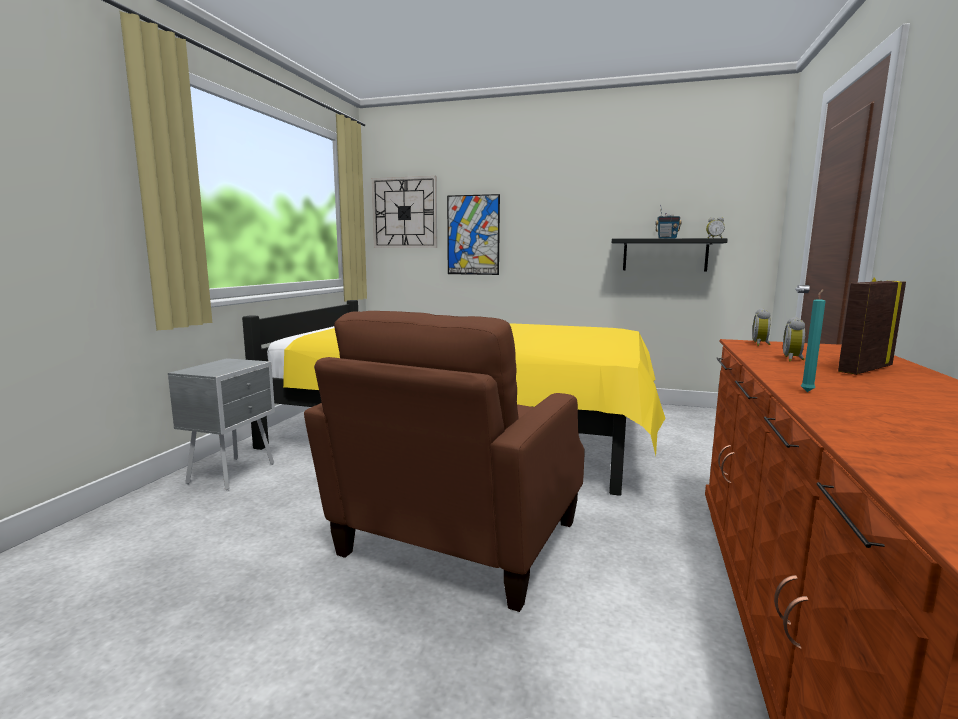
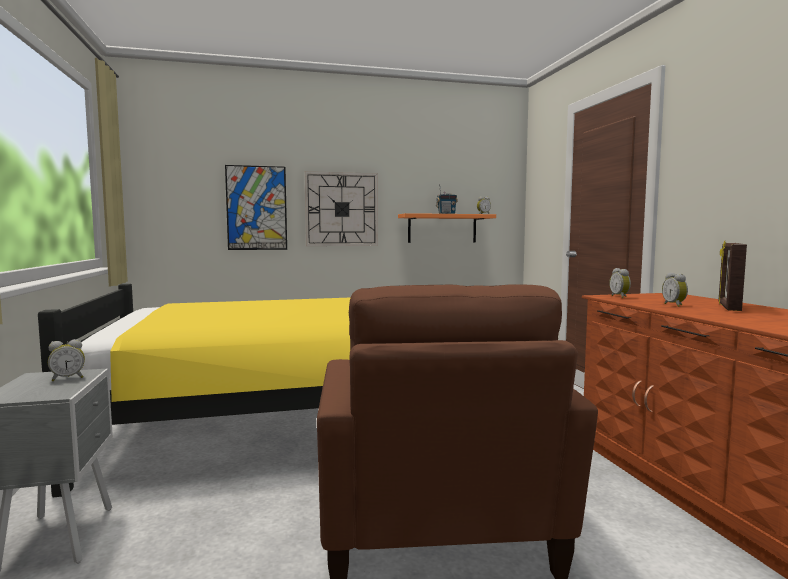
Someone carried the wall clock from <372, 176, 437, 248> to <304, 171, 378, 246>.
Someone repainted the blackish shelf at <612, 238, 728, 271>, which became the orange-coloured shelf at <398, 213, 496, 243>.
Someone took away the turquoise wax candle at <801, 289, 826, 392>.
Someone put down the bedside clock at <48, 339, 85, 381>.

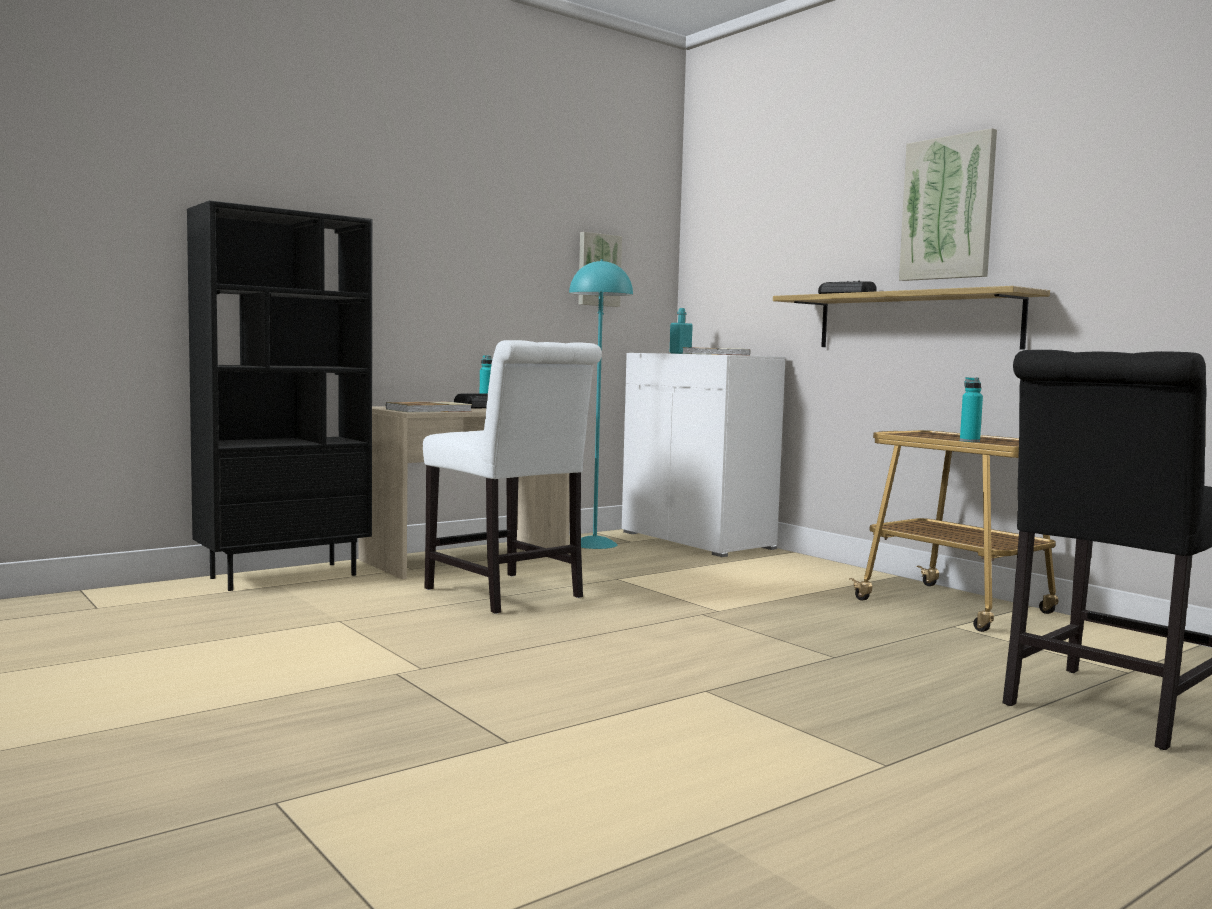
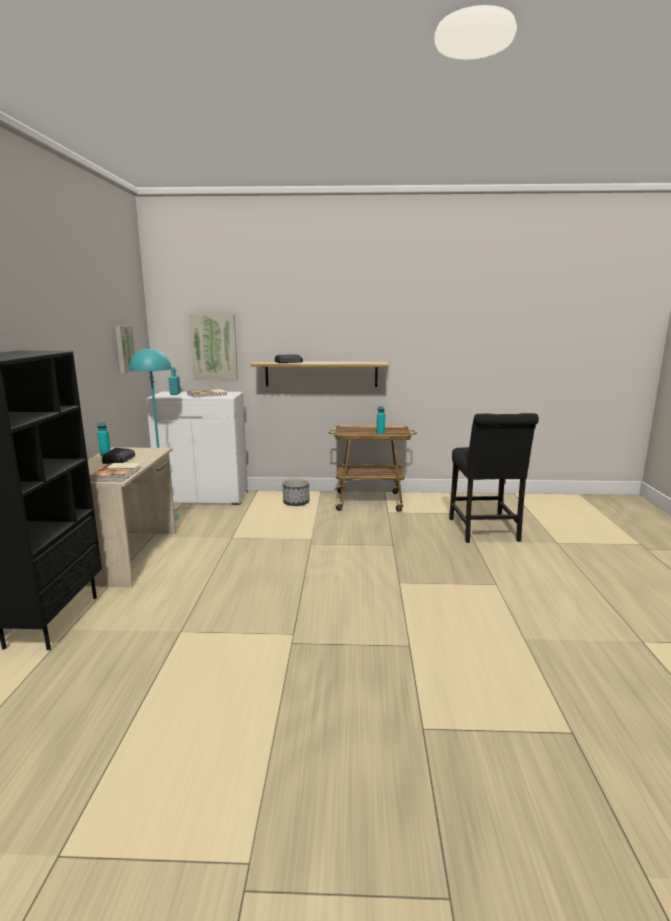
Someone carried the wall art from <899, 128, 997, 281> to <189, 314, 238, 380>.
Someone took away the white plain chair at <423, 340, 602, 614>.
Someone put down the plant pot at <283, 479, 309, 506>.

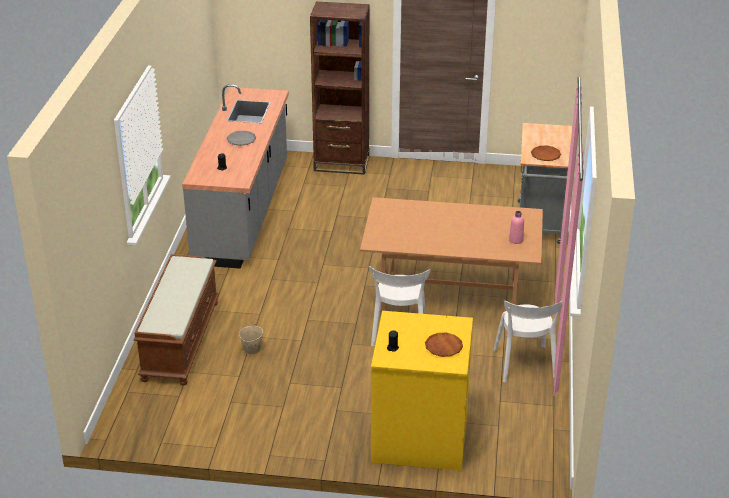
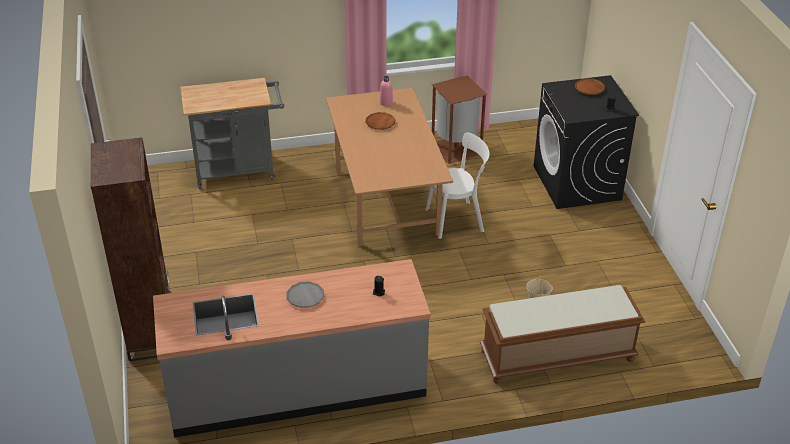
Someone carried the brown-coloured flat dish from <531, 145, 561, 161> to <365, 112, 395, 130>.
Someone swapped the white plain chair at <493, 301, 562, 382> for the brown-coloured waste bin at <431, 75, 488, 164>.
Someone repainted the yellowish washing machine at <371, 311, 473, 471>, which became the blackish washing machine at <534, 75, 639, 209>.

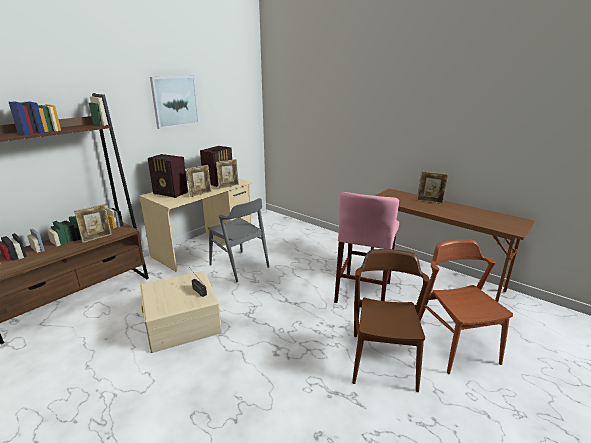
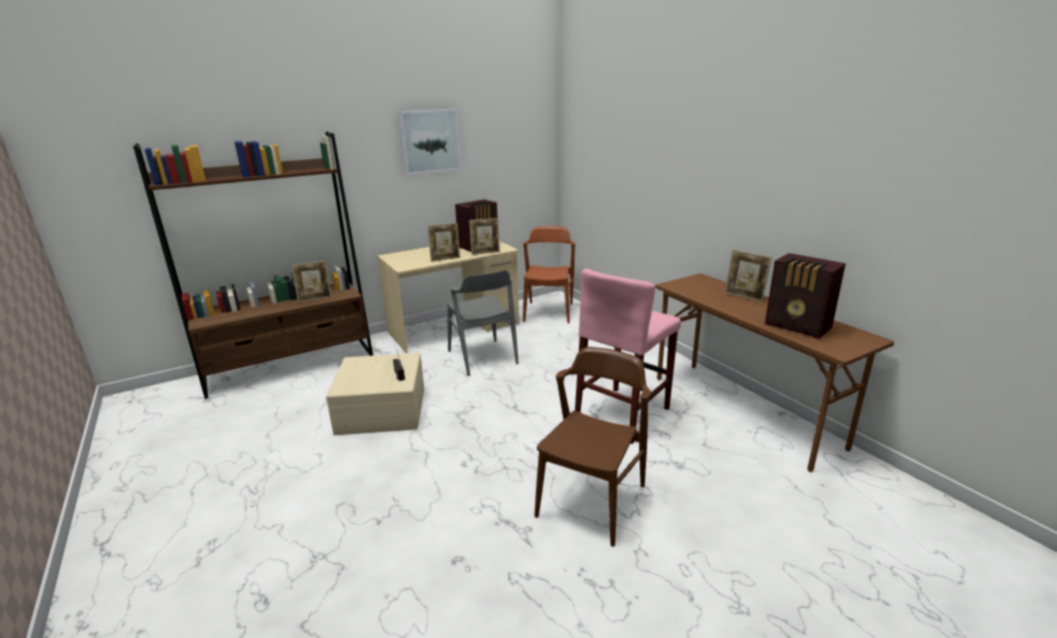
Someone carried the radio from <148, 154, 188, 198> to <765, 253, 846, 339>.
Someone carried the brown-coloured plain chair from <419, 239, 513, 374> to <523, 226, 575, 323>.

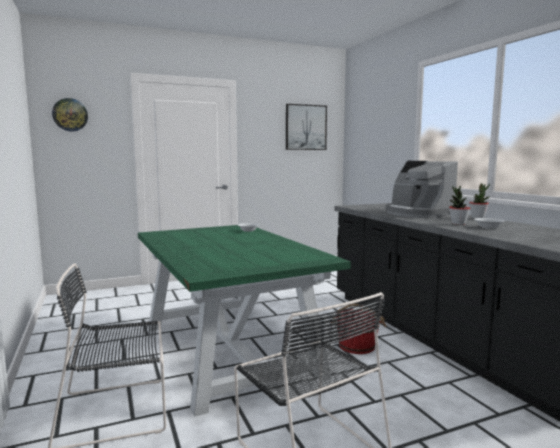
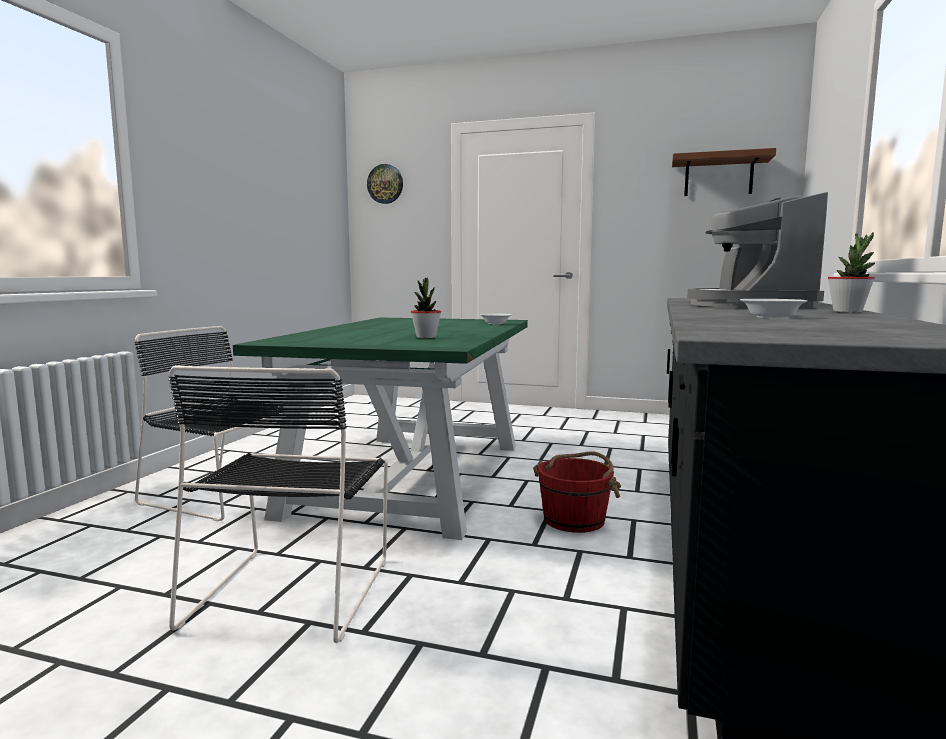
Someone swapped the wall art at <286, 104, 327, 150> for the brown-coloured shelf at <672, 148, 776, 196>.
Someone carried the potted plant from <449, 186, 470, 225> to <411, 278, 441, 338>.

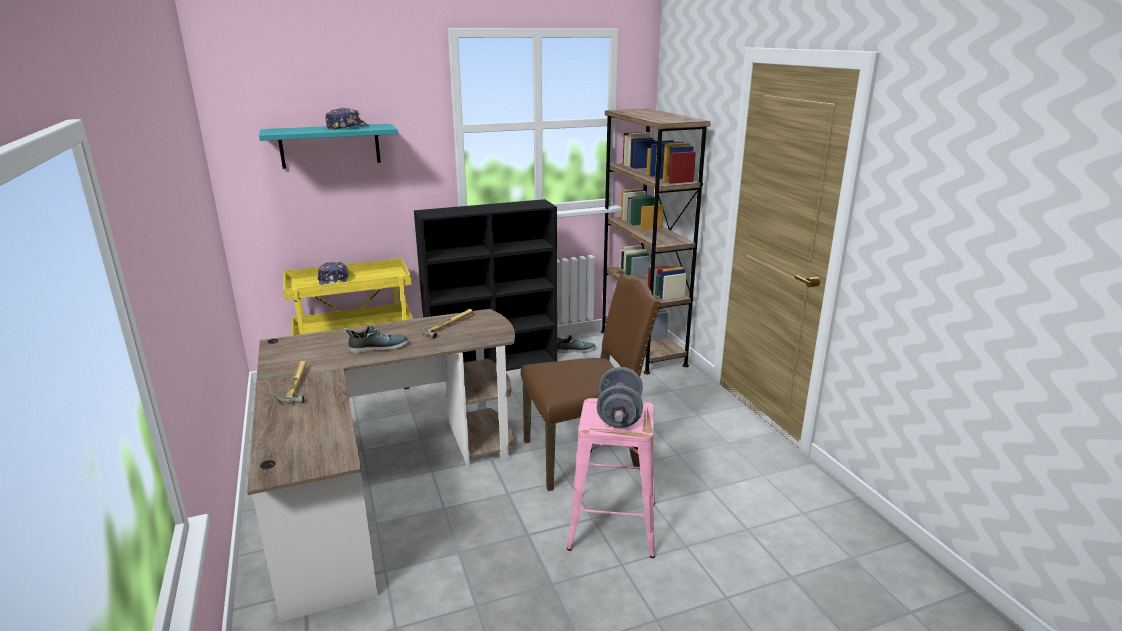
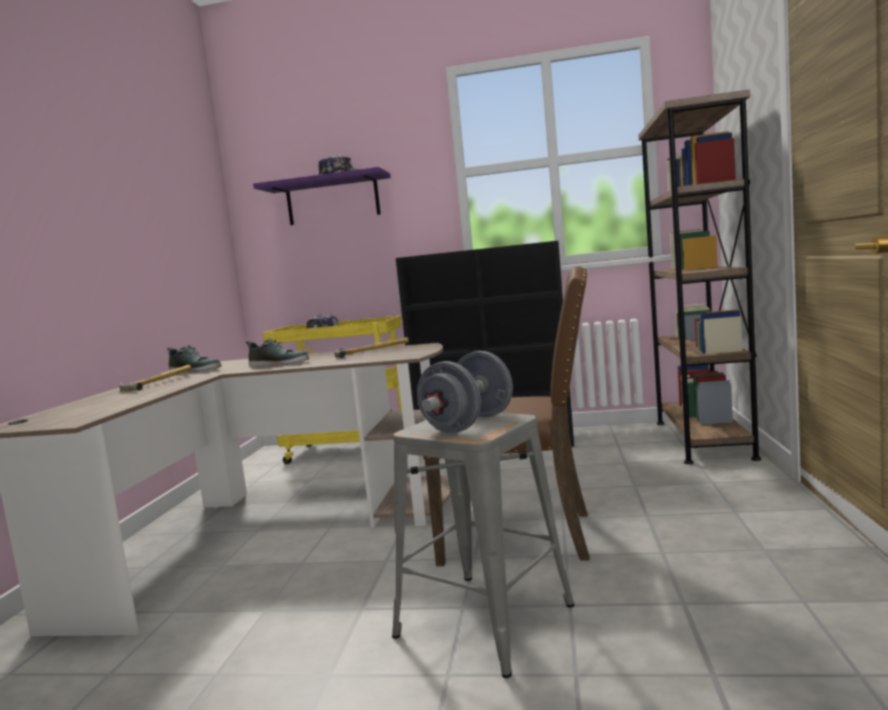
Someone repainted the turquoise shelf at <259, 124, 398, 169>, which became the purple shelf at <253, 167, 391, 225>.
Someone carried the low shoe from <557, 335, 596, 353> to <167, 345, 221, 372>.
Someone repainted the pink-coloured sitting stool at <567, 398, 655, 558>, which became the greyish sitting stool at <392, 413, 574, 678>.

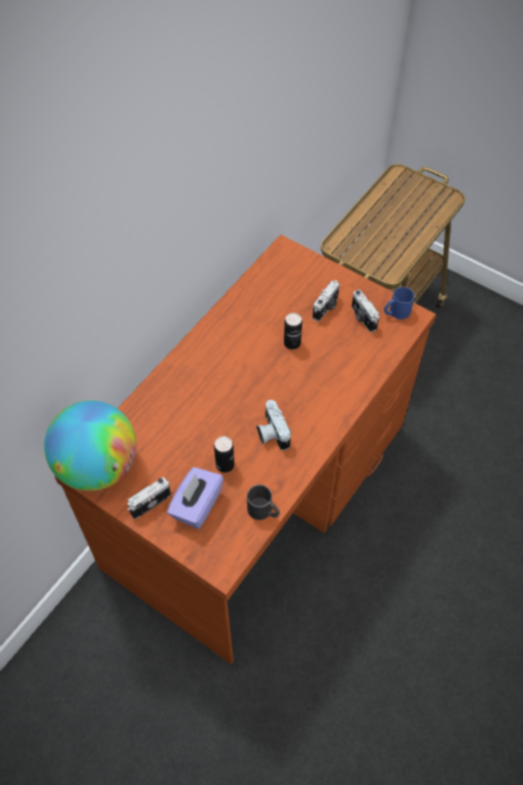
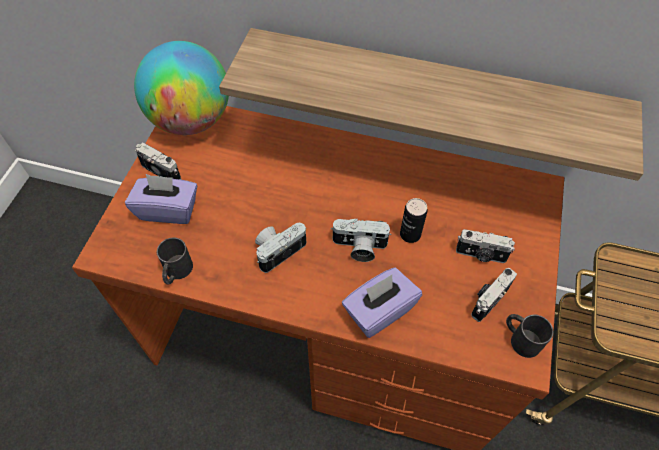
Someone repainted the bluish mug at <384, 287, 415, 319>, which became the blackish mug at <506, 314, 553, 358>.
Someone took away the can at <214, 436, 234, 473>.
Someone put up the shelf at <219, 28, 643, 181>.
Someone put down the photo camera at <332, 219, 391, 262>.
Someone put down the purple box of tissues at <342, 267, 422, 338>.

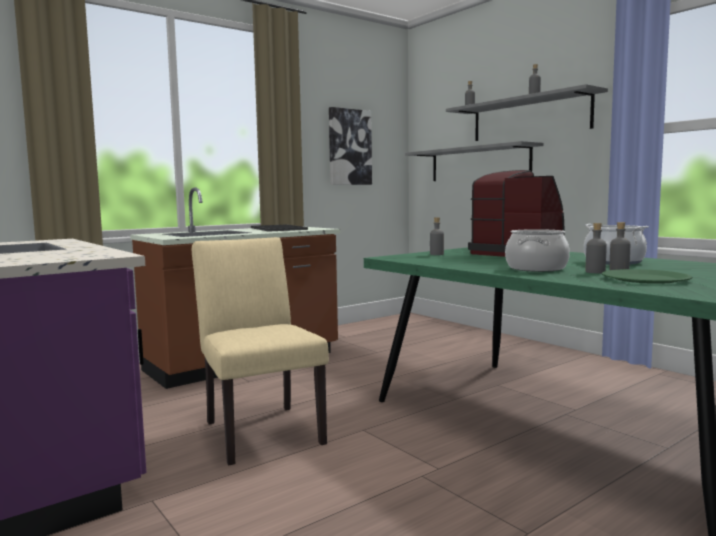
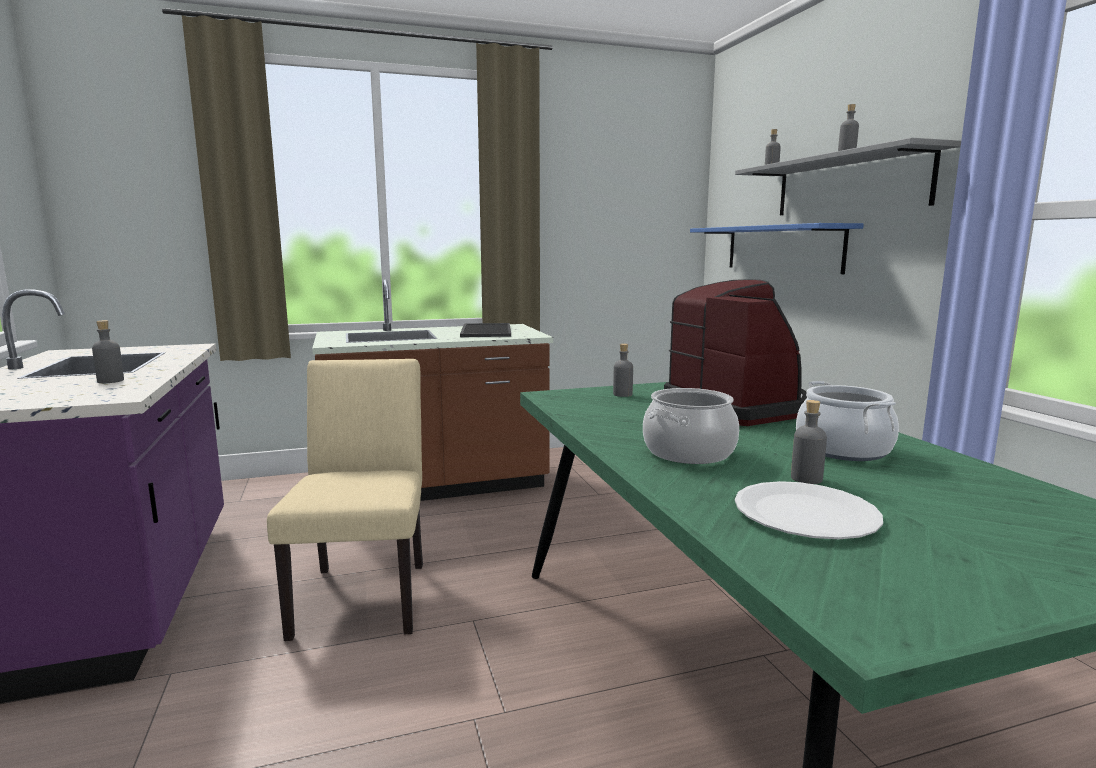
Someone took away the wall art at <329, 107, 372, 185>.
Someone repainted the greyish shelf at <405, 141, 543, 181>, which became the bluish shelf at <690, 223, 864, 274>.
Someone carried the greyish bottle from <586, 223, 607, 274> to <92, 320, 124, 383>.
Someone repainted the green-coloured flat dish at <602, 269, 692, 284>, which became the white flat dish at <735, 481, 883, 539>.

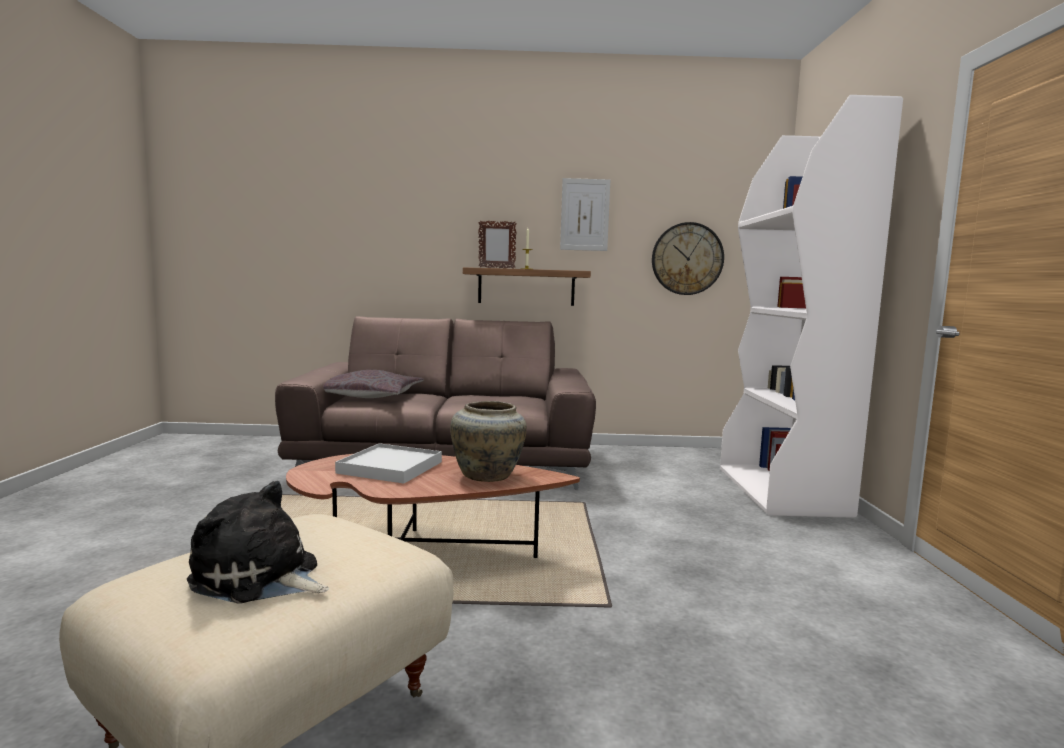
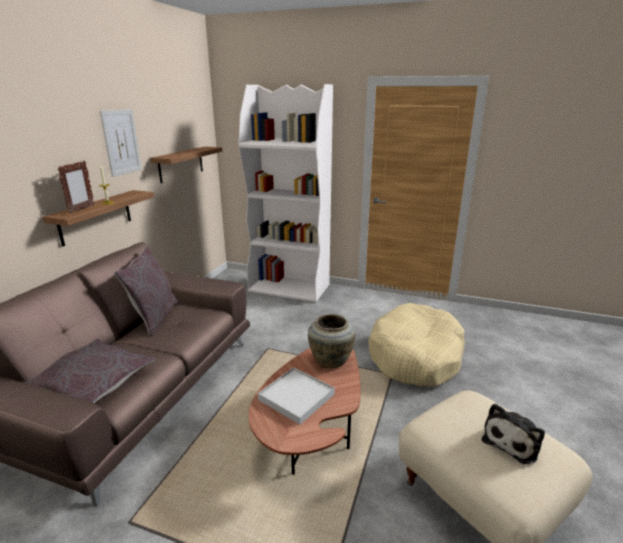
Someone swapped the wall clock at <652, 222, 724, 295> for the shelf at <150, 147, 222, 183>.
Someone put down the greyish cushion at <114, 245, 178, 336>.
Someone put down the sand-coloured pet bed at <368, 303, 465, 387>.

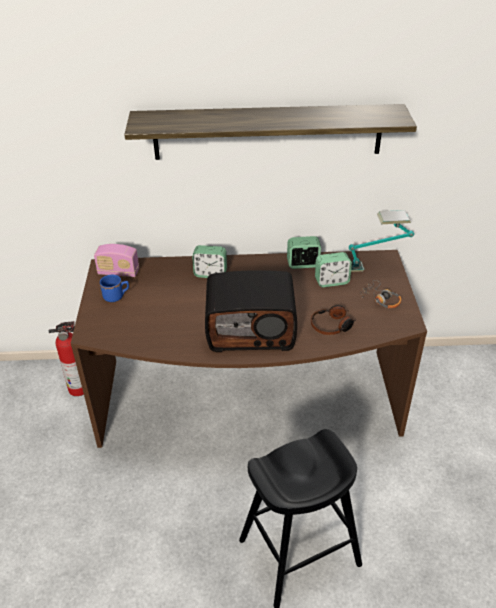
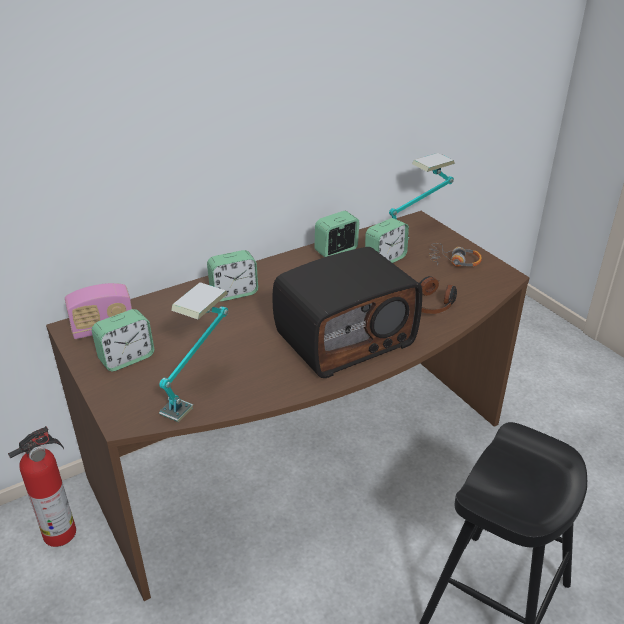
Someone took away the shelf at <124, 104, 417, 160>.
Someone swapped the bluish mug at <100, 275, 129, 302> for the bedside clock at <92, 309, 154, 371>.
Someone put down the lamp for a table at <159, 282, 228, 422>.

